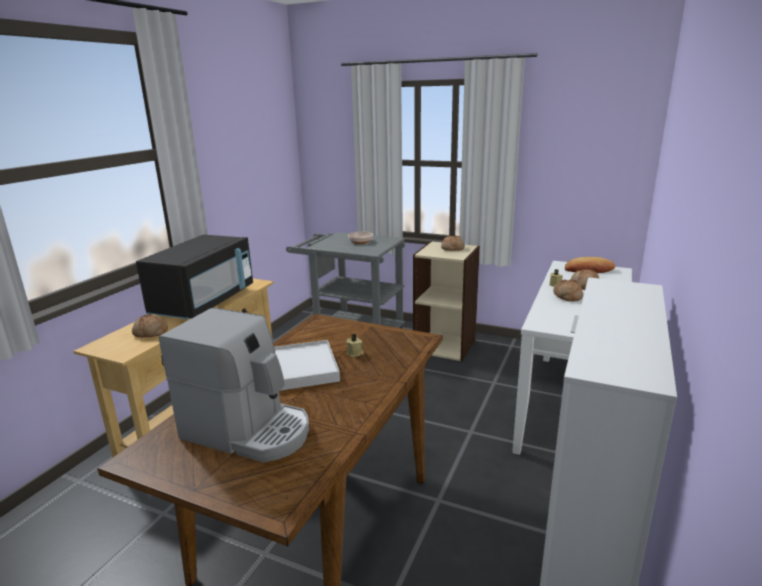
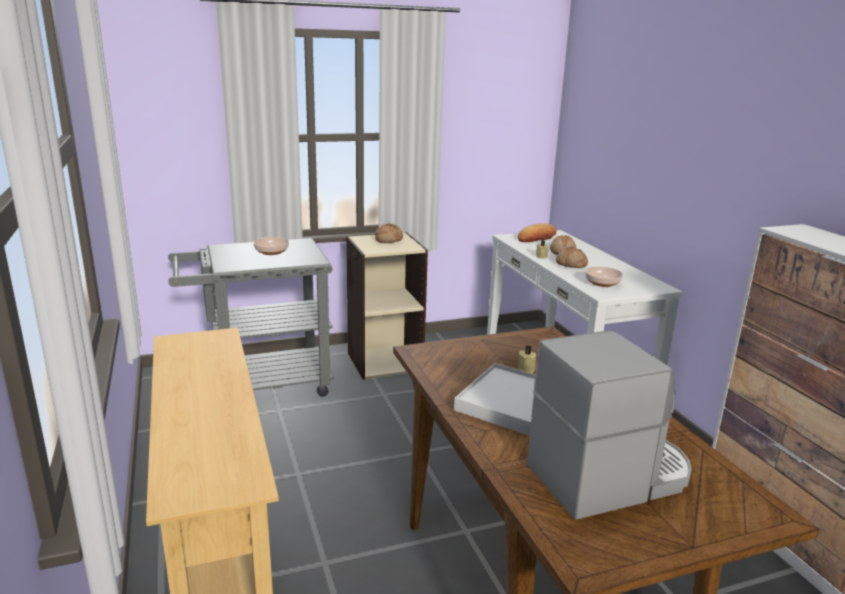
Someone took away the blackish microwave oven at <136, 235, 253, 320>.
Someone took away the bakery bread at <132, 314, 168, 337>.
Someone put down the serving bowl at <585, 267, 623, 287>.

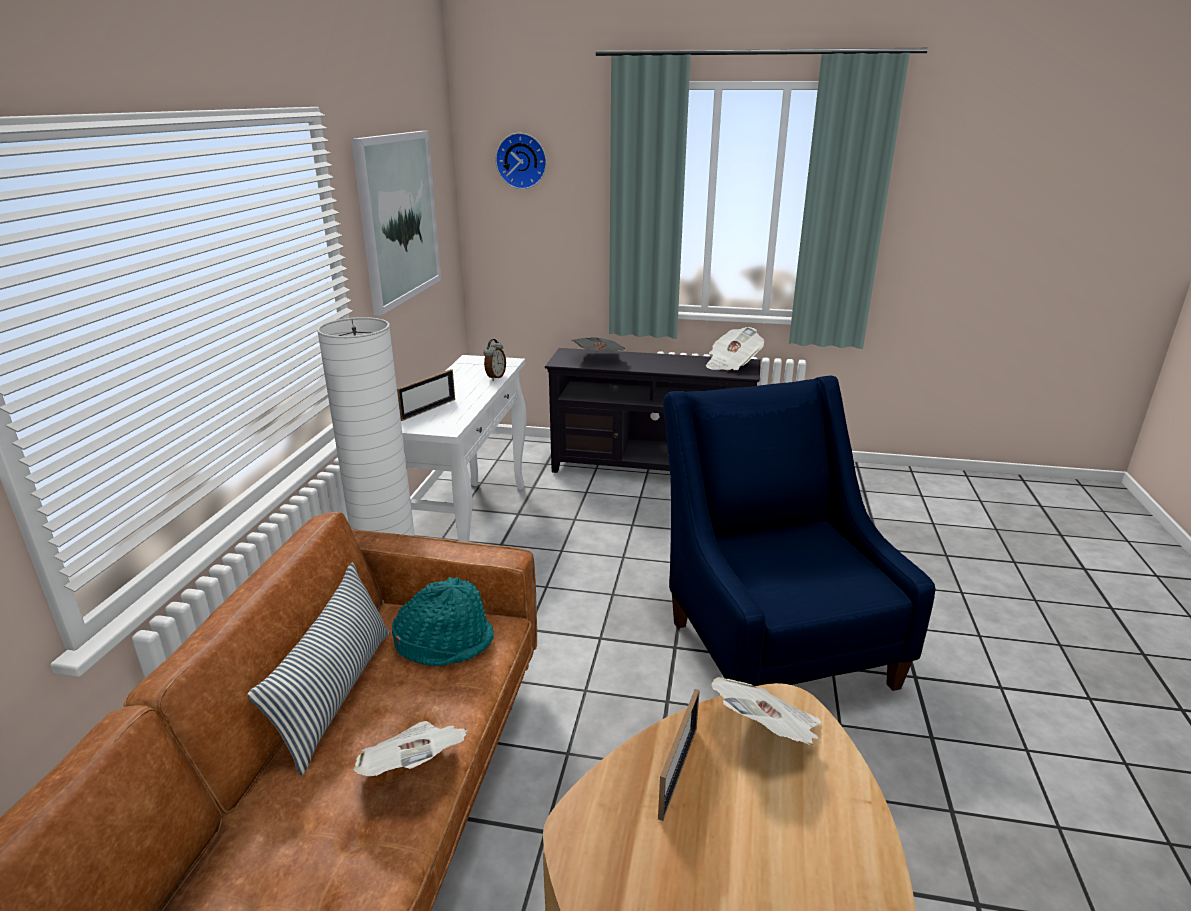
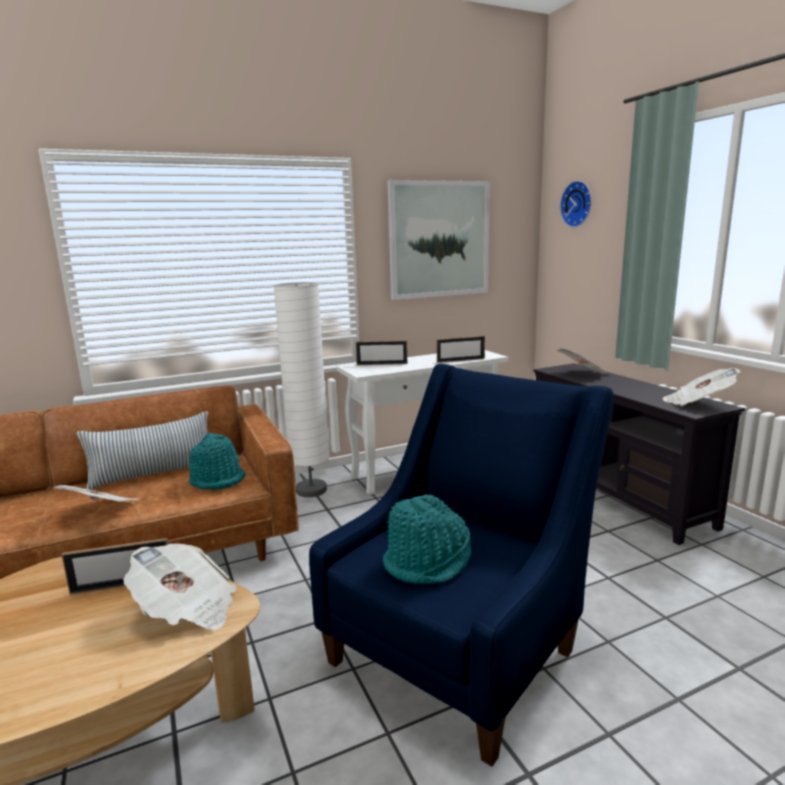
Someone swapped the bedside clock at <483, 339, 506, 380> for the photo frame at <437, 336, 485, 363>.
Someone put down the turquoise hat at <383, 494, 471, 584>.

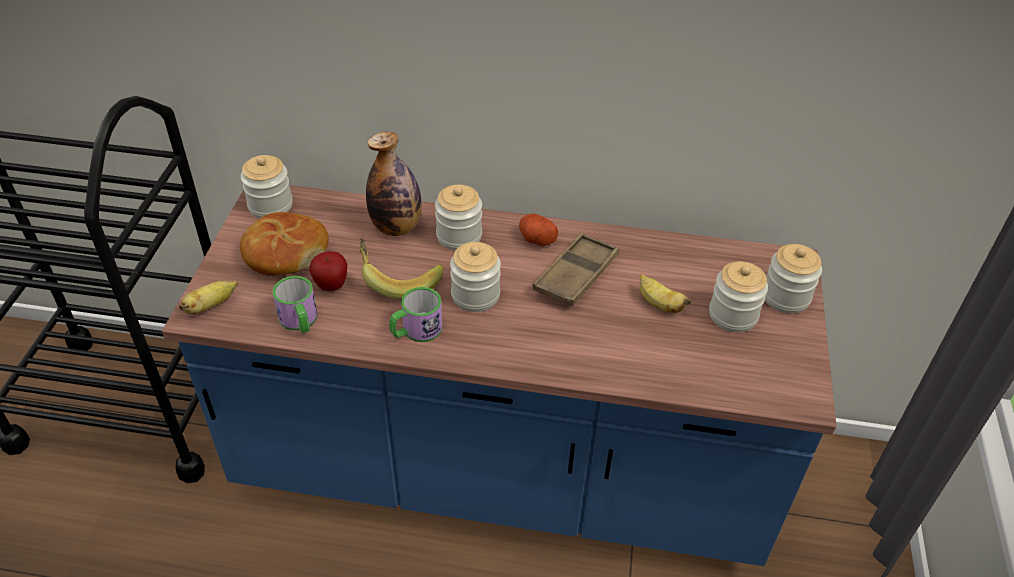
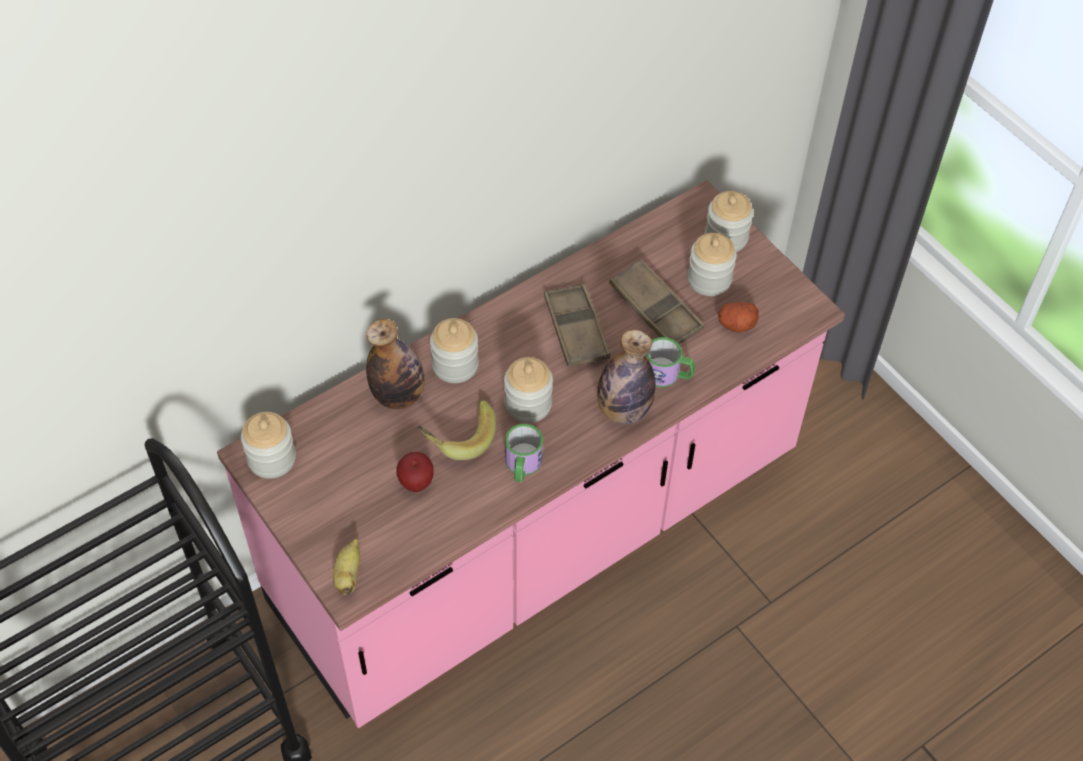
Someone repainted the bluish kitchen base unit at <162, 185, 836, 566>, which became the pink-coloured kitchen base unit at <217, 180, 845, 728>.
Someone took away the bakery bread at <240, 212, 329, 276>.
Someone carried the spud from <519, 214, 558, 246> to <718, 302, 759, 333>.
Someone swapped the whole banana at <640, 274, 691, 313> for the brown-coloured serving tray at <609, 259, 704, 344>.
Someone carried the mug from <272, 276, 318, 333> to <645, 337, 695, 388>.
Someone put down the bottle at <597, 330, 656, 424>.

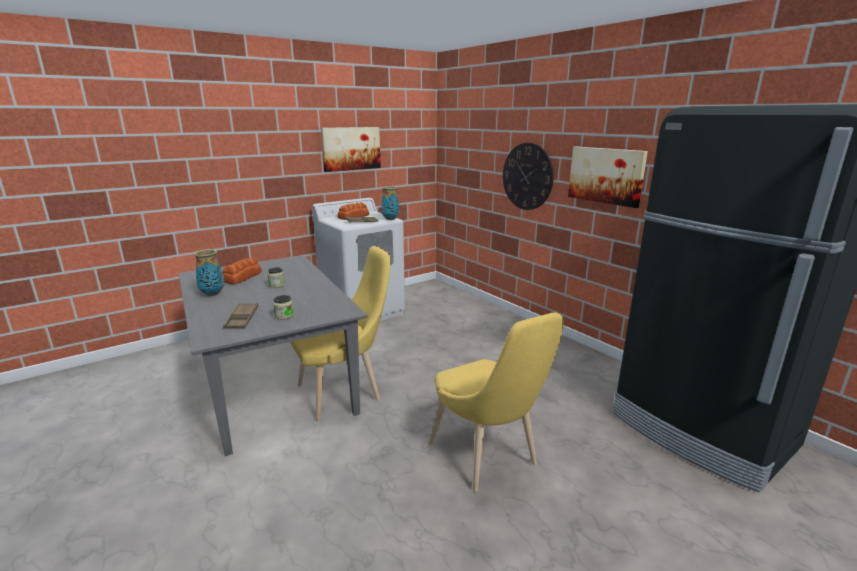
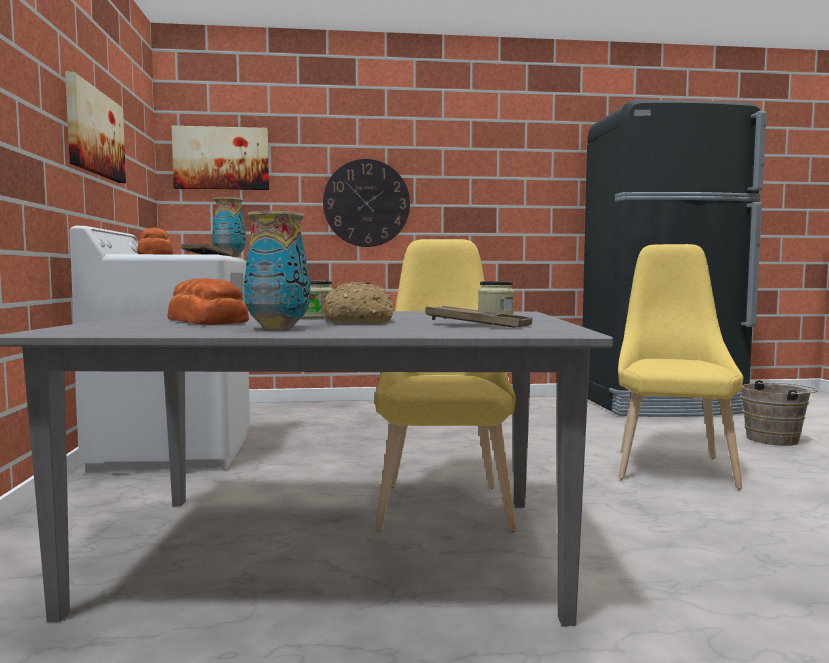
Someone carried the wall art from <568, 147, 648, 208> to <172, 126, 269, 190>.
Someone rotated the yellowish plain chair at <429, 312, 564, 491> by 75 degrees counterclockwise.
Someone put down the bakery bread at <323, 282, 393, 323>.
Someone put down the brown-coloured pail at <741, 380, 818, 446>.

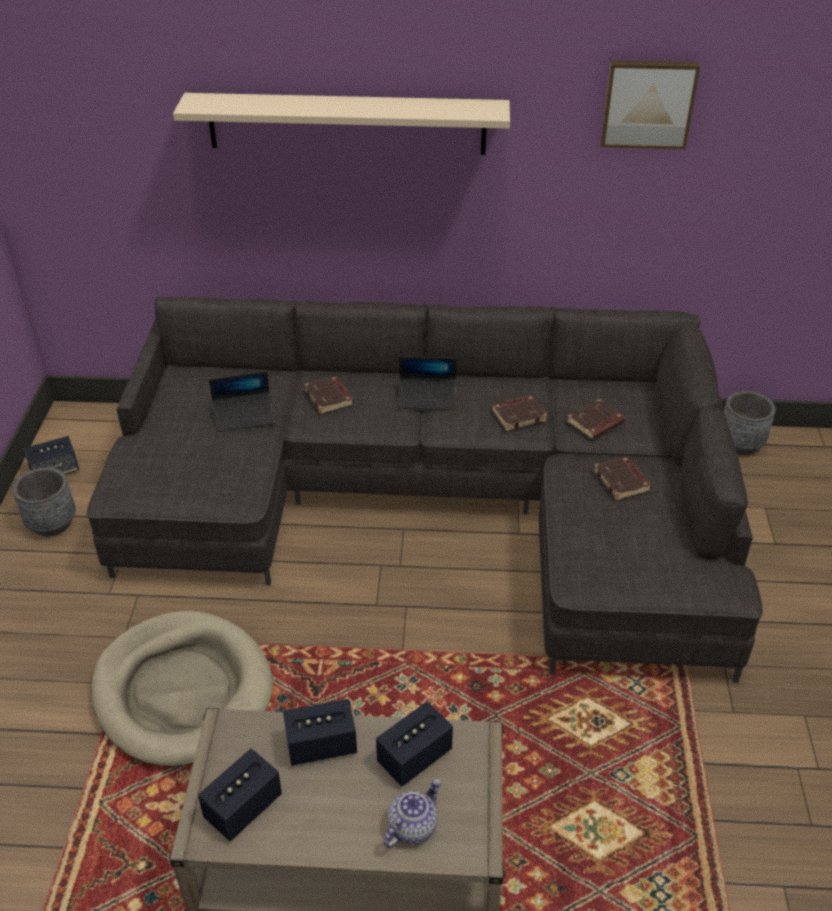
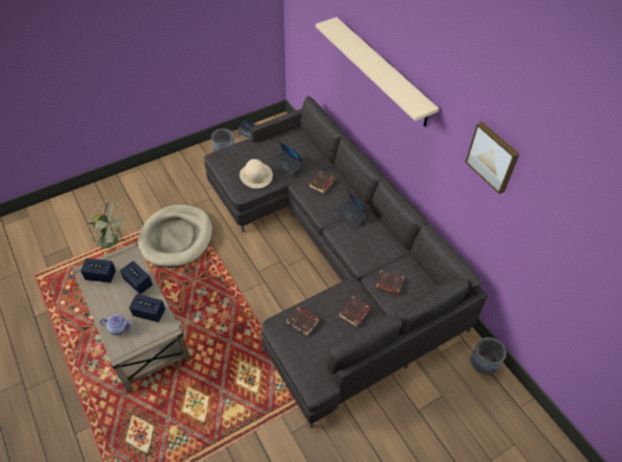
Someone carried the brown-coloured volume from <492, 395, 548, 431> to <286, 306, 319, 336>.
Someone put down the sand-coloured hat at <239, 159, 273, 189>.
Someone put down the green-coloured cooling fan at <88, 200, 126, 255>.

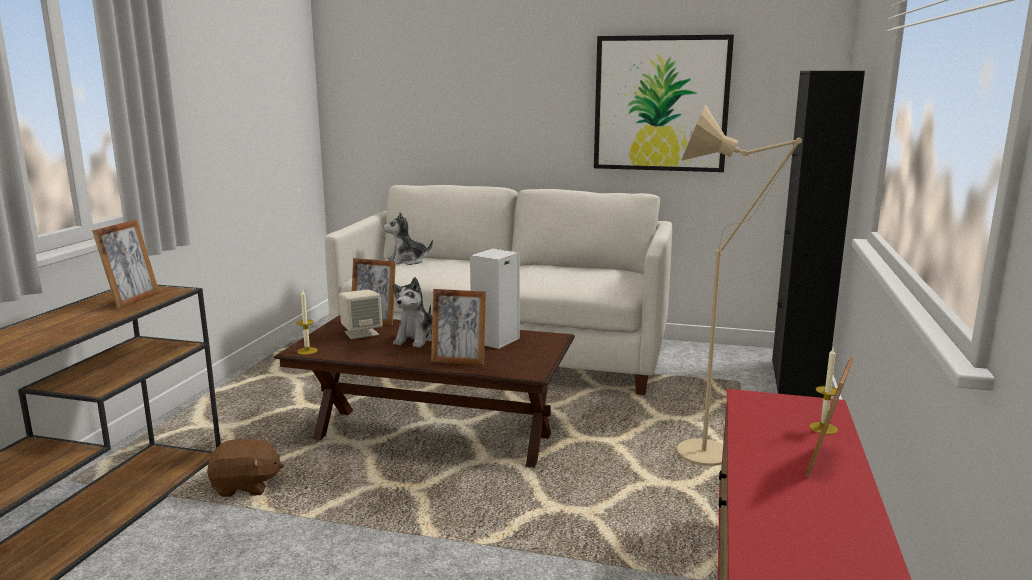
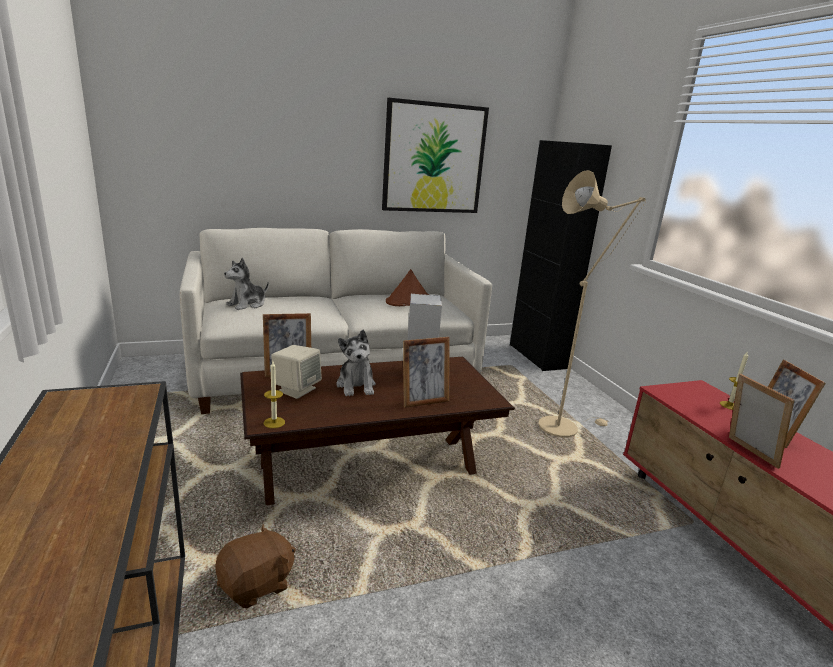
Someone carried the photo frame from <92, 219, 159, 309> to <729, 374, 794, 469>.
Someone put down the brown-coloured hat at <386, 269, 429, 306>.

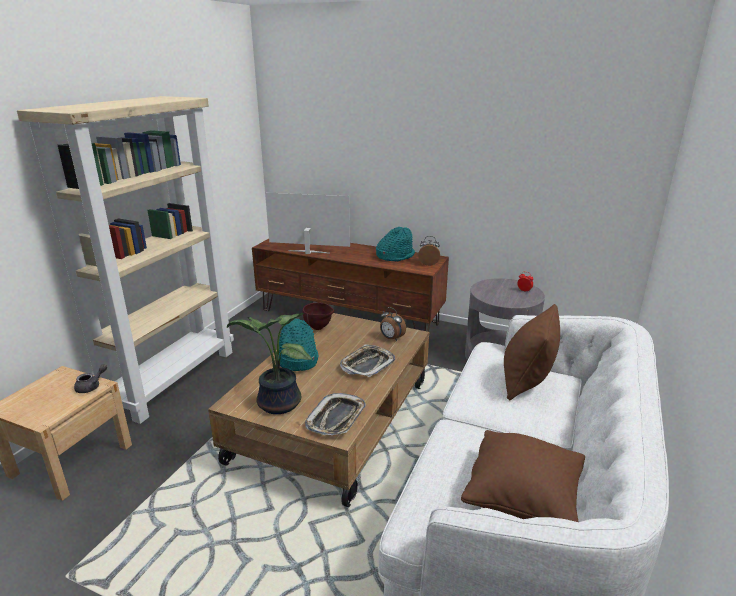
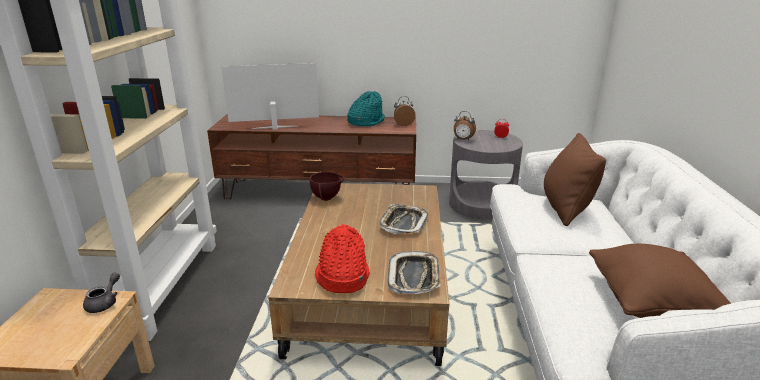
Someone carried the bedside clock from <380, 307, 406, 341> to <454, 111, 476, 140>.
Someone swapped the potted plant at <227, 313, 312, 414> for the reddish hat at <315, 224, 369, 293>.
Someone took away the turquoise hat at <279, 319, 318, 371>.

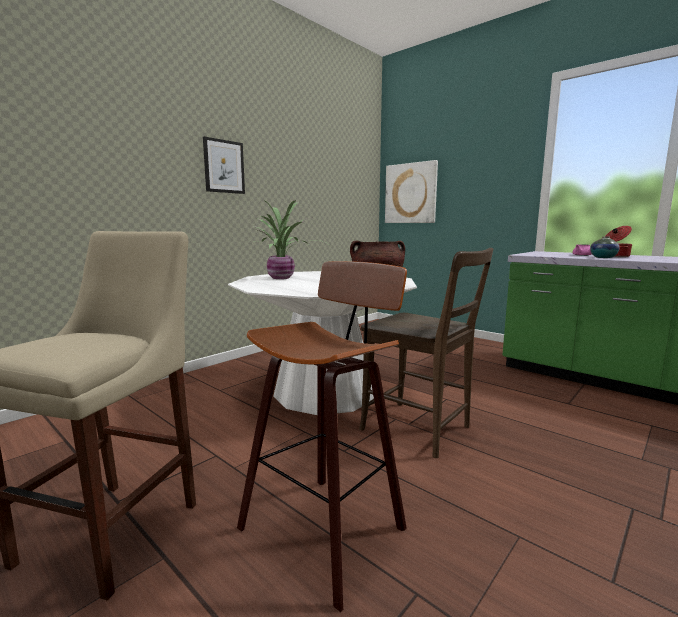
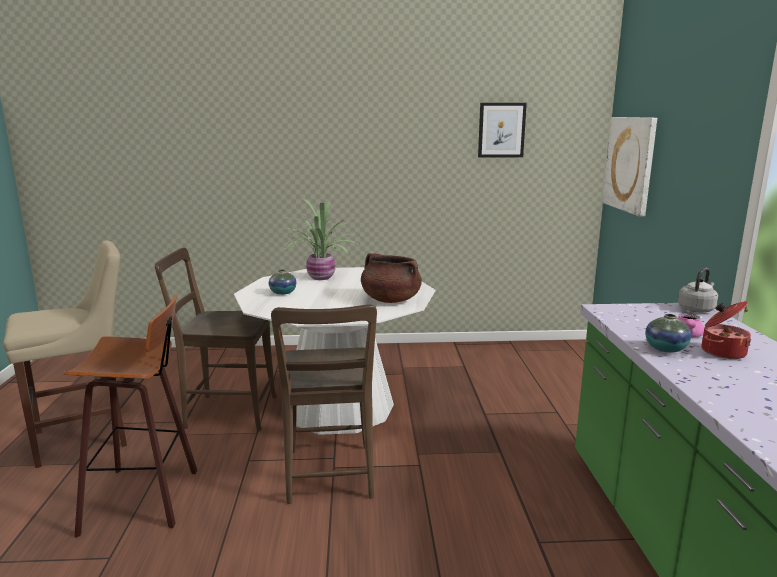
Someone carried the wall art from <203, 136, 245, 194> to <478, 103, 527, 158>.
Someone put down the brown-coloured plain chair at <154, 248, 277, 431>.
Someone put down the greyish water kettle at <678, 268, 718, 312>.
Someone put down the flower vase at <269, 269, 296, 295>.

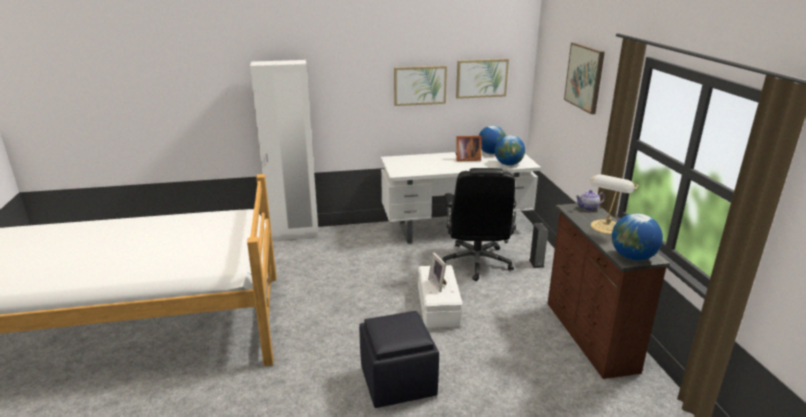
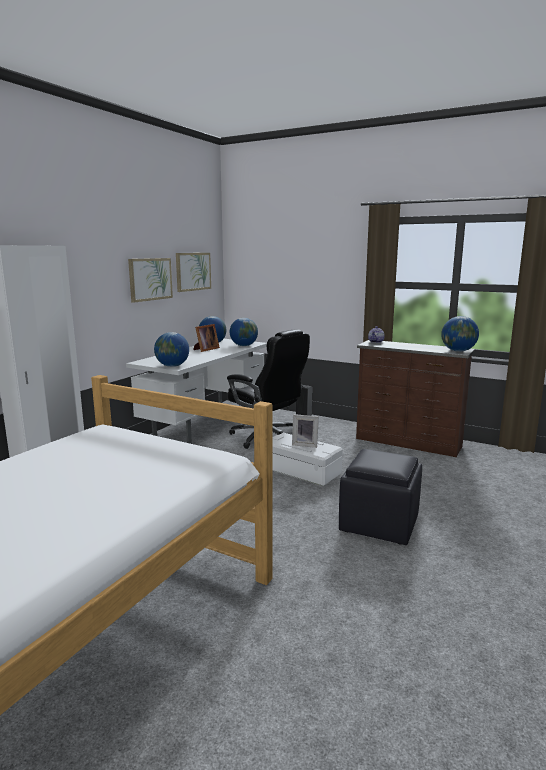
Someone took away the wall art at <564, 42, 605, 114>.
Someone took away the lamp for a table at <590, 174, 639, 234>.
Someone put down the globe at <154, 332, 189, 367>.

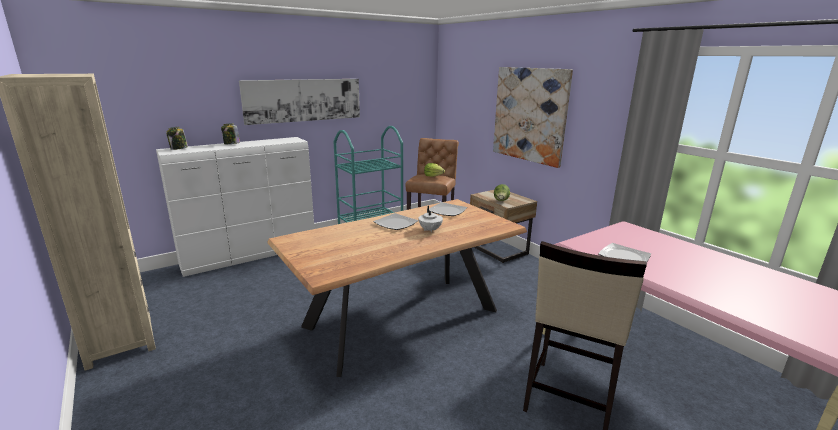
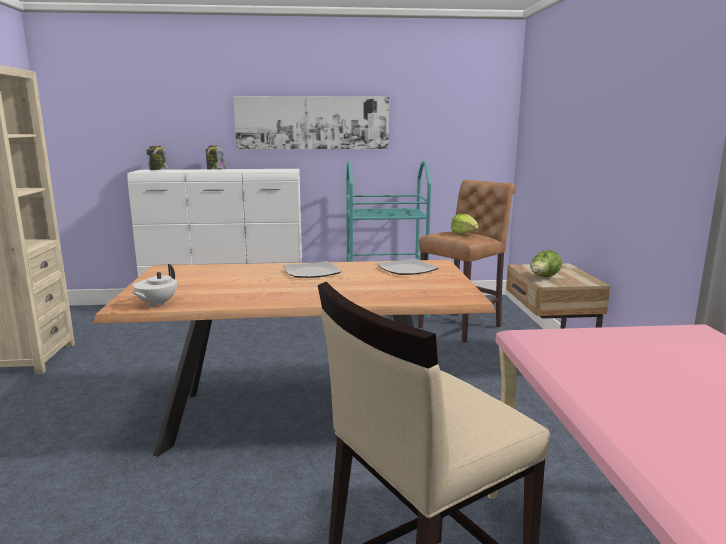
Someone took away the wall art at <493, 67, 573, 168>.
Someone carried the white teapot from <418, 206, 443, 233> to <132, 264, 177, 307>.
Someone took away the flat dish at <598, 243, 651, 261>.

